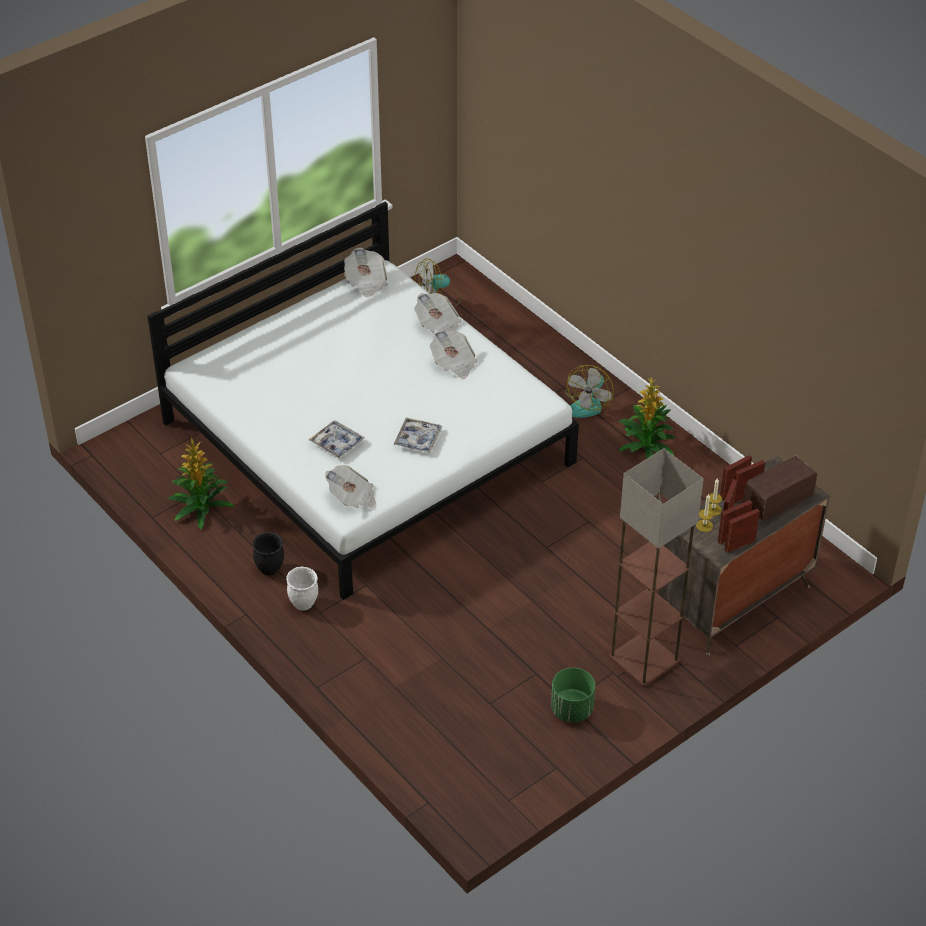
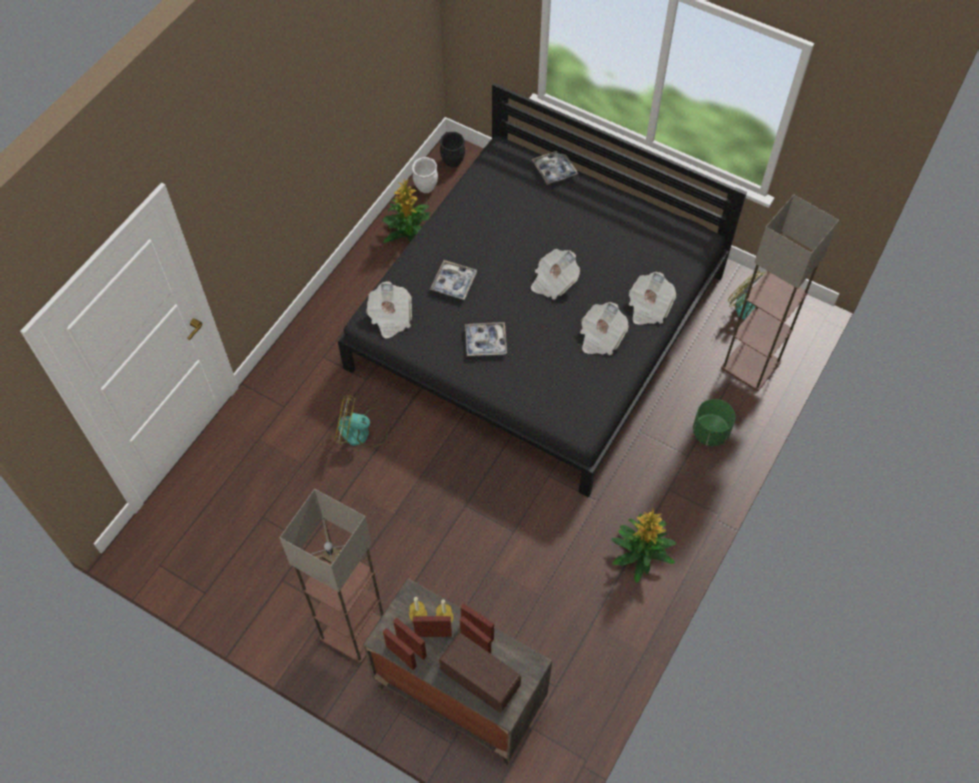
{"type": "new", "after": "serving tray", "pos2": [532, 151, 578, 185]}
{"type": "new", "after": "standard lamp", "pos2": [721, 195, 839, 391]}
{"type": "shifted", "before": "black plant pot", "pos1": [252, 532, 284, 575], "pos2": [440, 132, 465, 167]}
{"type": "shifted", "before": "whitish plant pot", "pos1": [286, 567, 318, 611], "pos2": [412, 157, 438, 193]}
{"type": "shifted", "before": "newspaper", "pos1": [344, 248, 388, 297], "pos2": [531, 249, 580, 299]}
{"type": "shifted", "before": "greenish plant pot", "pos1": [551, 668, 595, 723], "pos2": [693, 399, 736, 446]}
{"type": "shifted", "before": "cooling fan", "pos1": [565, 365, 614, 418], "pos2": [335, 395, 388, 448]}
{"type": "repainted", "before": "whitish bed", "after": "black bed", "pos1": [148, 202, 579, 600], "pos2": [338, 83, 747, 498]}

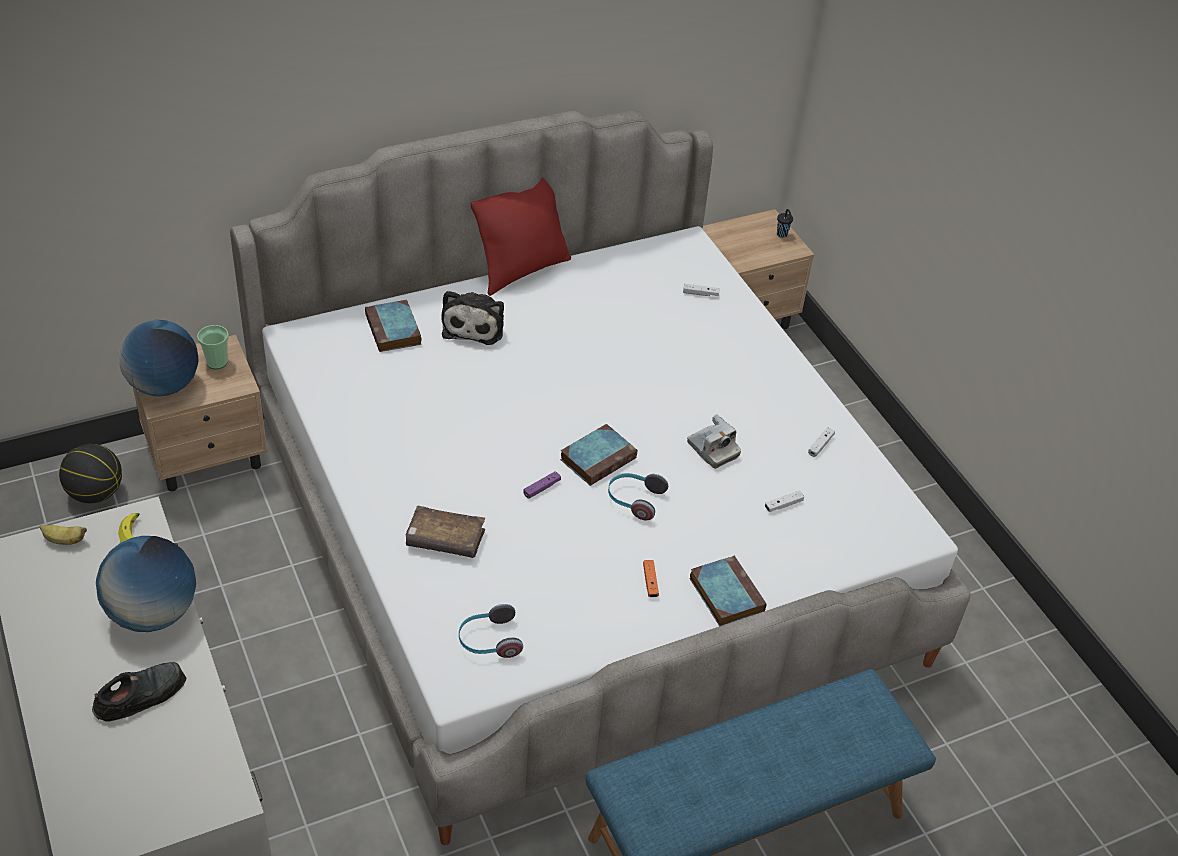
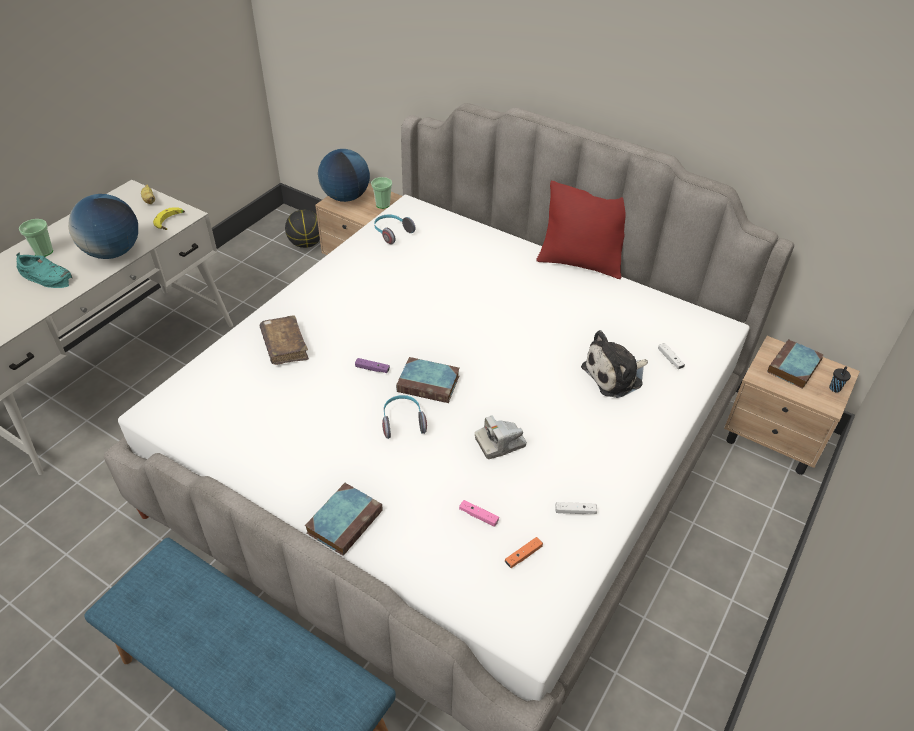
{"type": "new", "after": "drinking cup", "pos2": [19, 219, 53, 257]}
{"type": "shifted", "before": "book", "pos1": [365, 300, 422, 352], "pos2": [767, 339, 824, 389]}
{"type": "shifted", "before": "plush toy", "pos1": [441, 291, 504, 345], "pos2": [581, 330, 648, 398]}
{"type": "shifted", "before": "headset", "pos1": [459, 604, 523, 658], "pos2": [374, 214, 416, 244]}
{"type": "shifted", "before": "orange-coloured joypad", "pos1": [643, 560, 659, 597], "pos2": [505, 537, 543, 568]}
{"type": "repainted", "before": "black item of footwear", "after": "turquoise-coloured item of footwear", "pos1": [92, 662, 186, 721], "pos2": [16, 253, 73, 288]}
{"type": "repainted", "before": "whitish joypad", "after": "pinkish joypad", "pos1": [765, 491, 804, 512], "pos2": [459, 500, 499, 527]}
{"type": "rotated", "before": "still camera", "pos1": [687, 414, 741, 469], "pos2": [475, 415, 527, 459], "turn": 45}

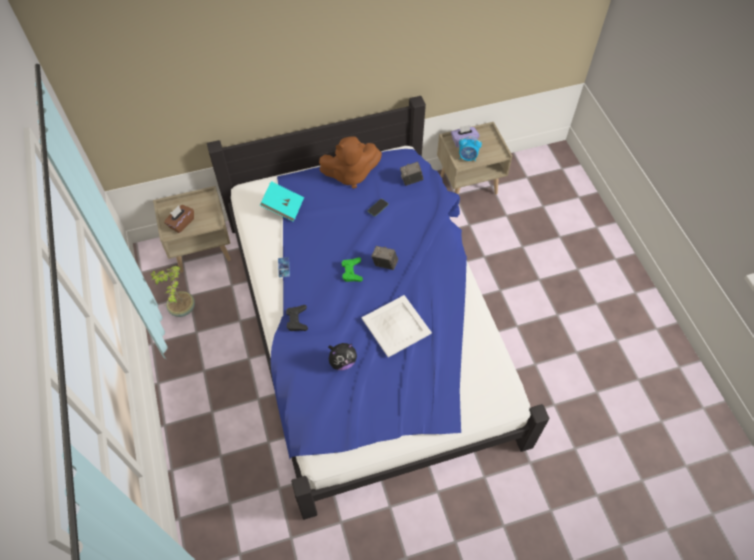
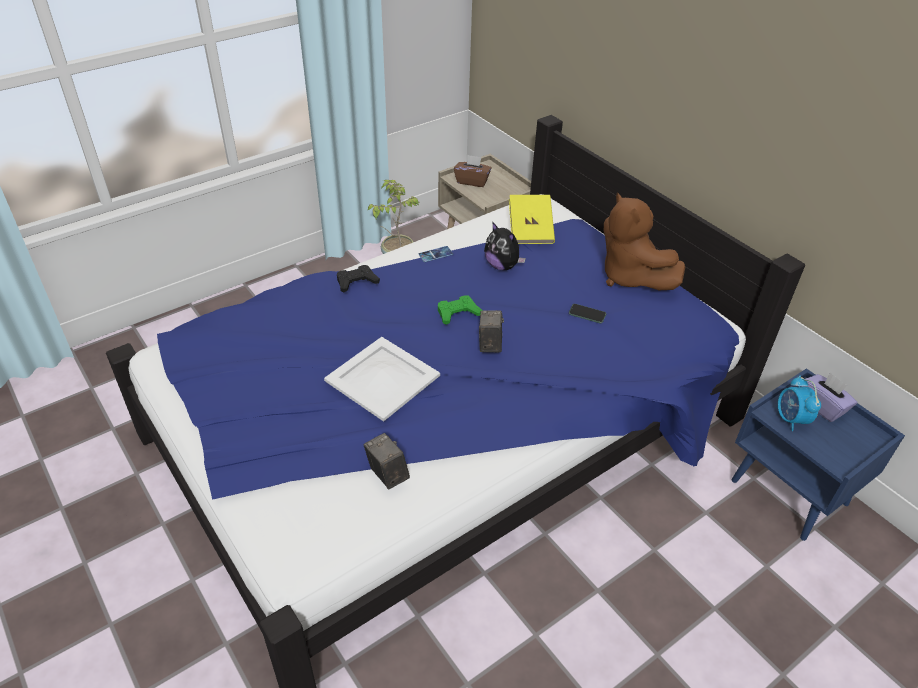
{"type": "shifted", "before": "plush toy", "pos1": [328, 343, 357, 370], "pos2": [484, 222, 526, 270]}
{"type": "shifted", "before": "still camera", "pos1": [400, 162, 423, 186], "pos2": [364, 433, 410, 489]}
{"type": "repainted", "before": "turquoise-coloured book", "after": "yellow-coloured book", "pos1": [260, 181, 304, 221], "pos2": [509, 195, 555, 244]}
{"type": "repainted", "before": "beige night table", "after": "blue night table", "pos1": [437, 122, 512, 195], "pos2": [732, 368, 905, 541]}

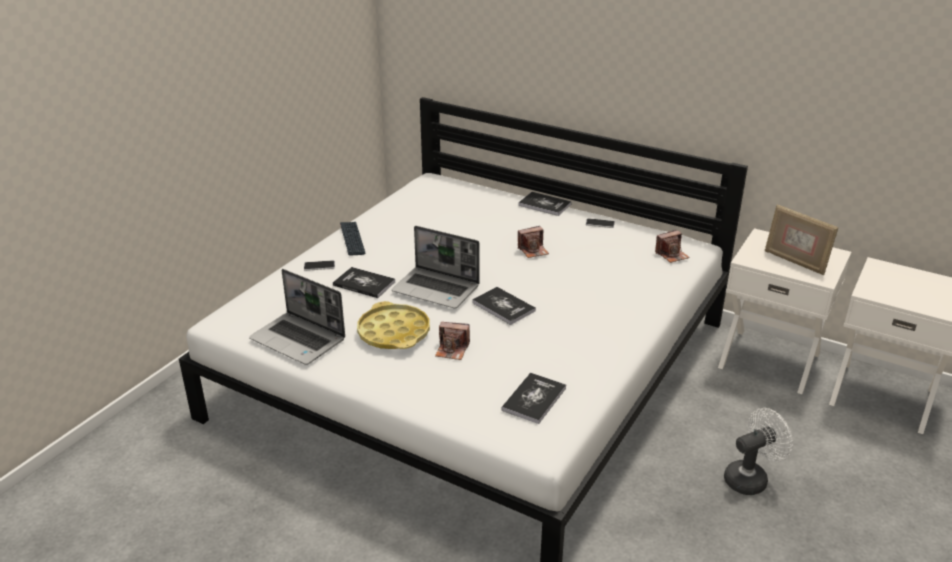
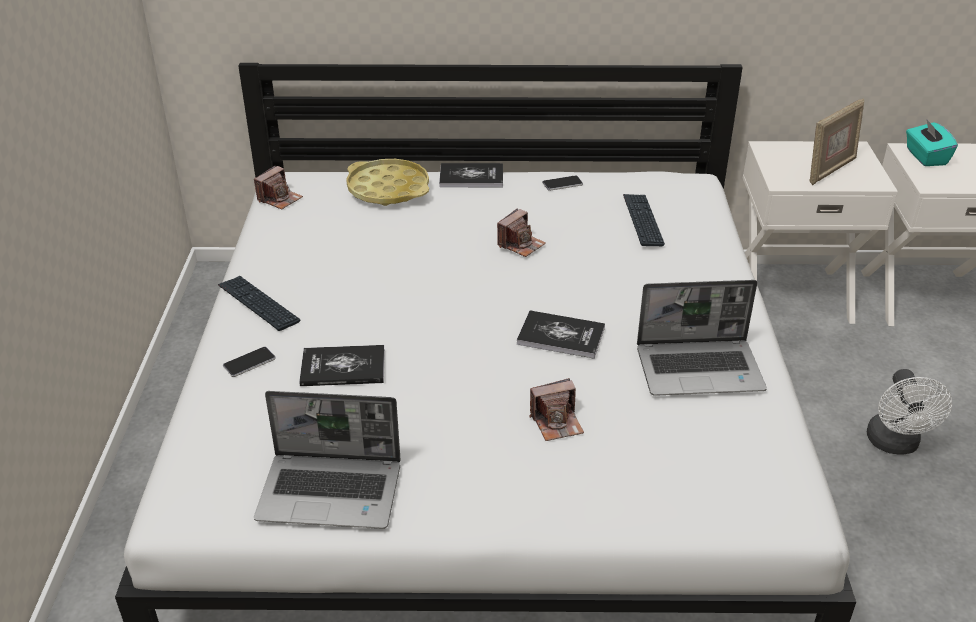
{"type": "gone", "before": "book", "pos1": [501, 373, 566, 424]}
{"type": "new", "after": "PC keyboard", "pos2": [623, 194, 665, 246]}
{"type": "new", "after": "turquoise-coloured tissue box", "pos2": [906, 120, 958, 166]}
{"type": "shifted", "before": "yellow-coloured serving tray", "pos1": [357, 301, 430, 349], "pos2": [346, 159, 429, 206]}
{"type": "shifted", "before": "portable computer", "pos1": [391, 226, 480, 309], "pos2": [637, 280, 767, 396]}
{"type": "shifted", "before": "still camera", "pos1": [655, 230, 690, 263], "pos2": [254, 166, 303, 209]}
{"type": "rotated", "before": "whitish cooling fan", "pos1": [724, 408, 793, 495], "pos2": [867, 369, 952, 455], "turn": 150}
{"type": "rotated", "before": "photo frame", "pos1": [765, 205, 838, 275], "pos2": [810, 98, 864, 185], "turn": -60}

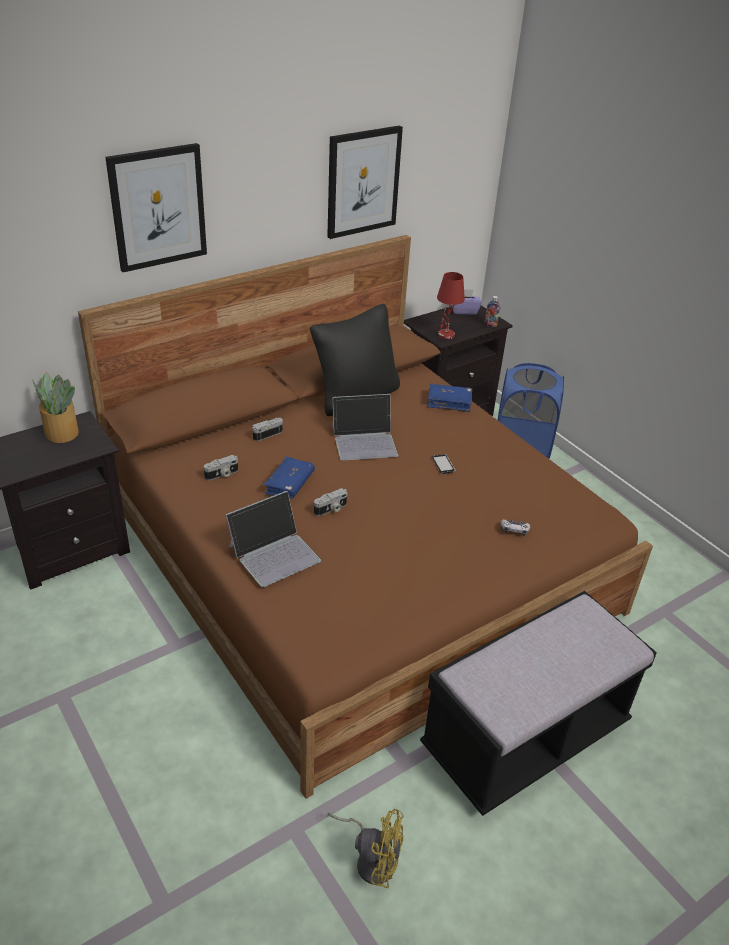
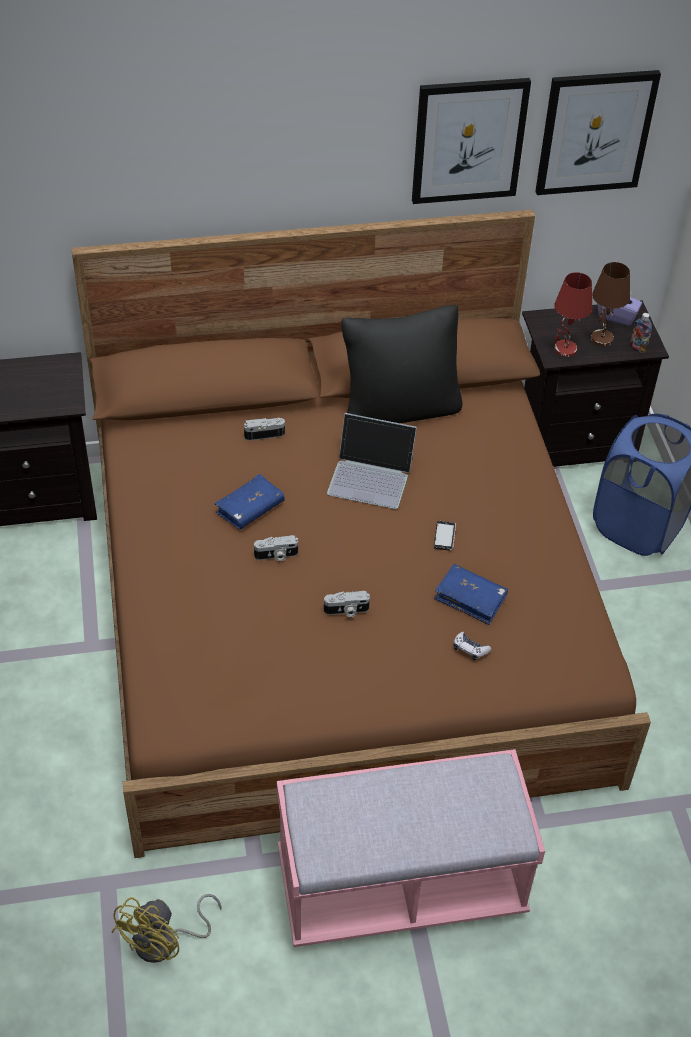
{"type": "gone", "before": "houseplant", "pos1": [32, 372, 79, 443]}
{"type": "gone", "before": "portable computer", "pos1": [225, 491, 321, 587]}
{"type": "new", "after": "brown table lamp", "pos2": [591, 262, 630, 346]}
{"type": "shifted", "before": "wall picture", "pos1": [105, 143, 207, 272], "pos2": [535, 70, 661, 195]}
{"type": "shifted", "before": "still camera", "pos1": [204, 455, 238, 480], "pos2": [324, 591, 370, 617]}
{"type": "shifted", "before": "blue book", "pos1": [427, 384, 472, 412], "pos2": [434, 564, 508, 625]}
{"type": "repainted", "before": "black long seat", "after": "pinkish long seat", "pos1": [420, 591, 657, 816], "pos2": [277, 749, 545, 947]}
{"type": "rotated", "before": "yellow-coloured cooling fan", "pos1": [328, 809, 404, 888], "pos2": [112, 894, 222, 963], "turn": 75}

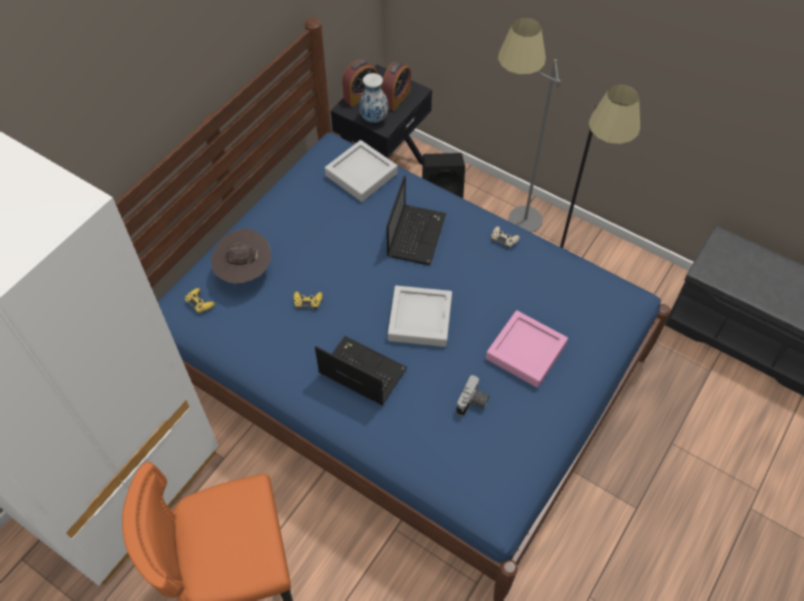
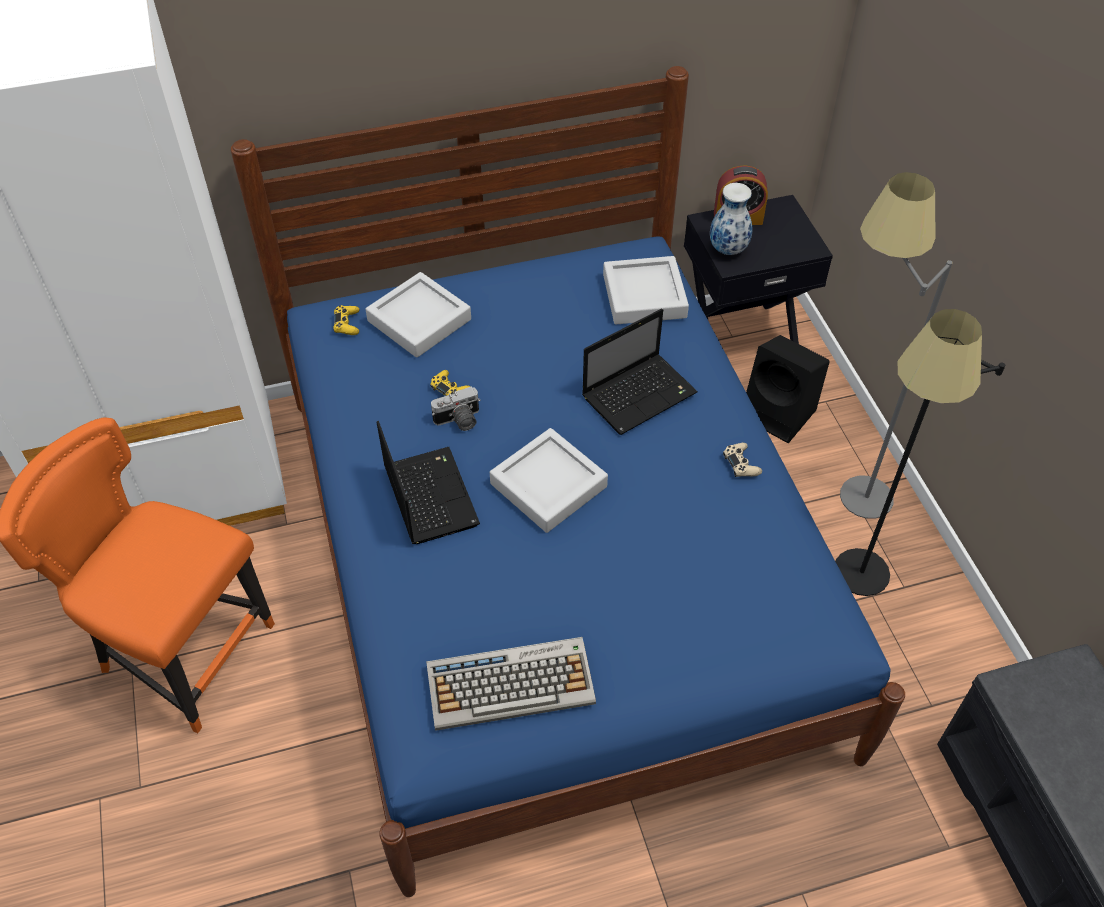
{"type": "gone", "before": "alarm clock", "pos1": [381, 62, 411, 111]}
{"type": "gone", "before": "pinkish serving tray", "pos1": [486, 310, 568, 388]}
{"type": "new", "after": "PC keyboard", "pos2": [426, 637, 596, 731]}
{"type": "shifted", "before": "still camera", "pos1": [456, 375, 490, 416], "pos2": [431, 386, 481, 431]}
{"type": "swapped", "before": "brown wearable hat", "after": "grey serving tray", "pos1": [211, 228, 271, 284], "pos2": [365, 272, 471, 358]}

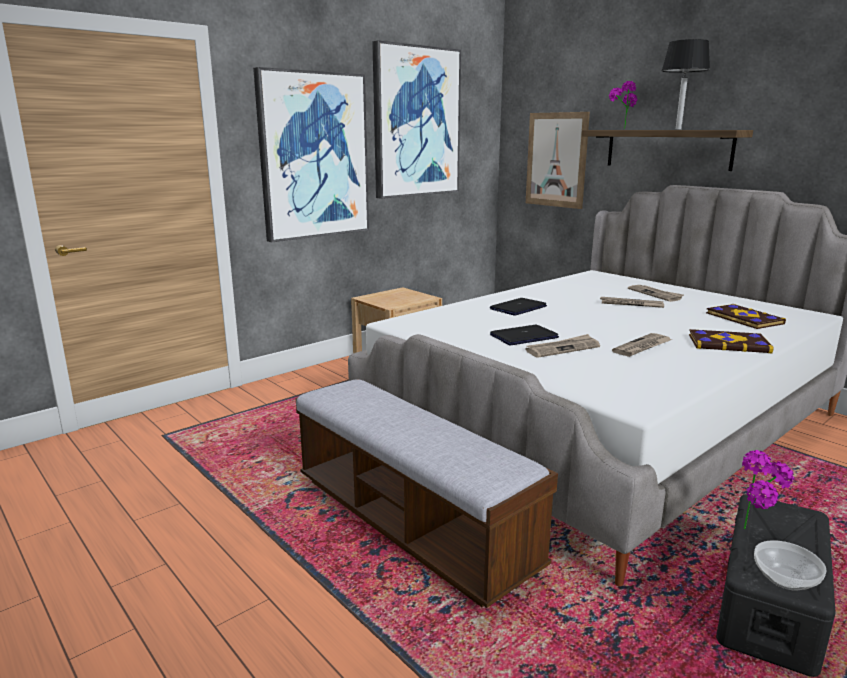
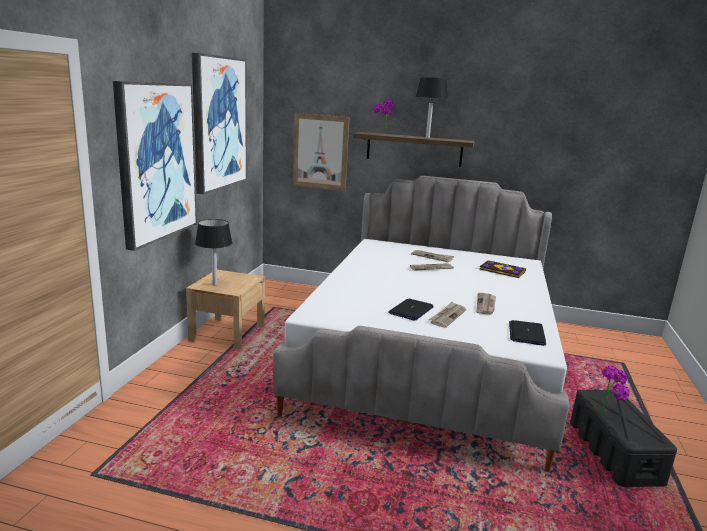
{"type": "gone", "before": "long seat", "pos1": [296, 379, 558, 608]}
{"type": "gone", "before": "book", "pos1": [689, 329, 773, 353]}
{"type": "gone", "before": "serving bowl", "pos1": [754, 540, 827, 591]}
{"type": "new", "after": "black table lamp", "pos2": [195, 219, 232, 286]}
{"type": "shifted", "before": "portable computer", "pos1": [490, 298, 547, 316], "pos2": [509, 320, 546, 346]}

